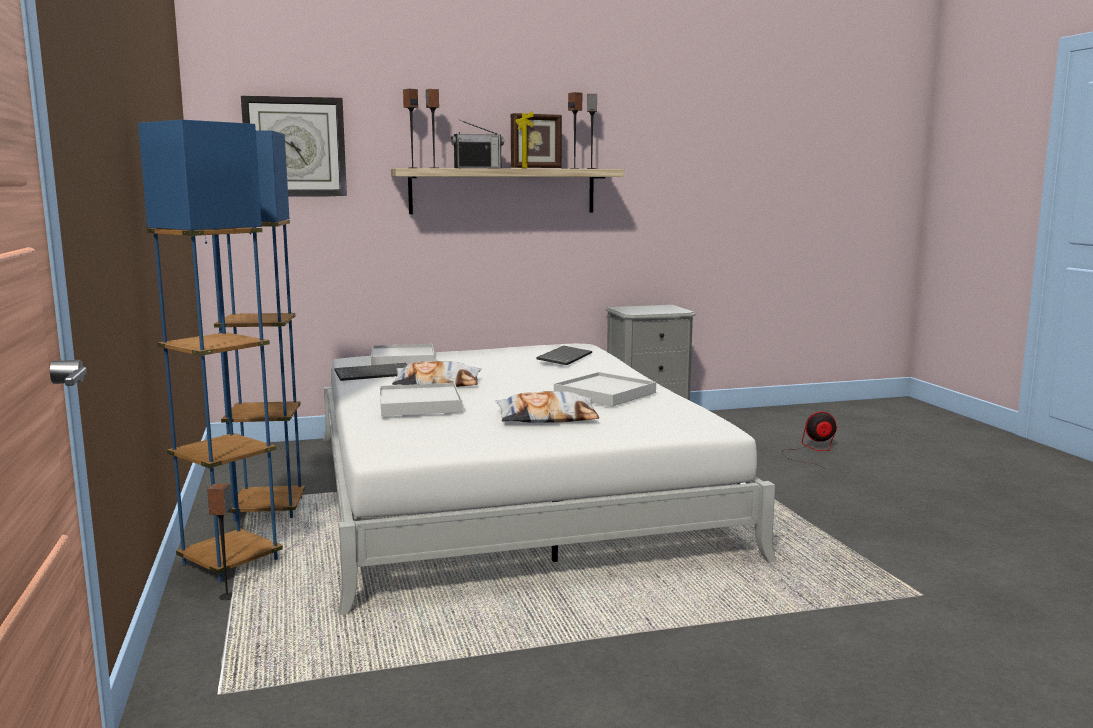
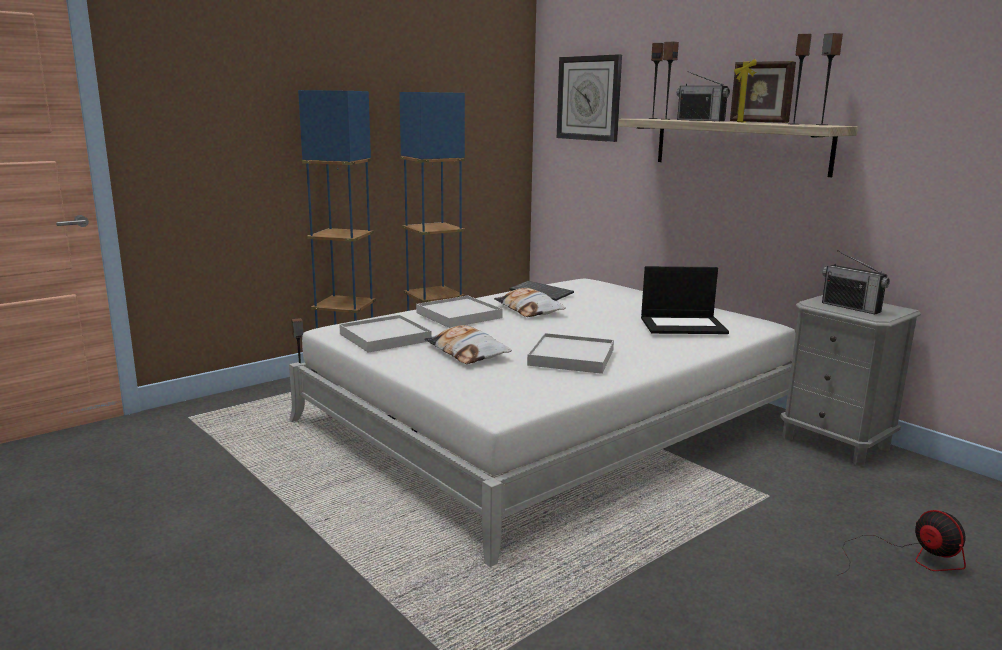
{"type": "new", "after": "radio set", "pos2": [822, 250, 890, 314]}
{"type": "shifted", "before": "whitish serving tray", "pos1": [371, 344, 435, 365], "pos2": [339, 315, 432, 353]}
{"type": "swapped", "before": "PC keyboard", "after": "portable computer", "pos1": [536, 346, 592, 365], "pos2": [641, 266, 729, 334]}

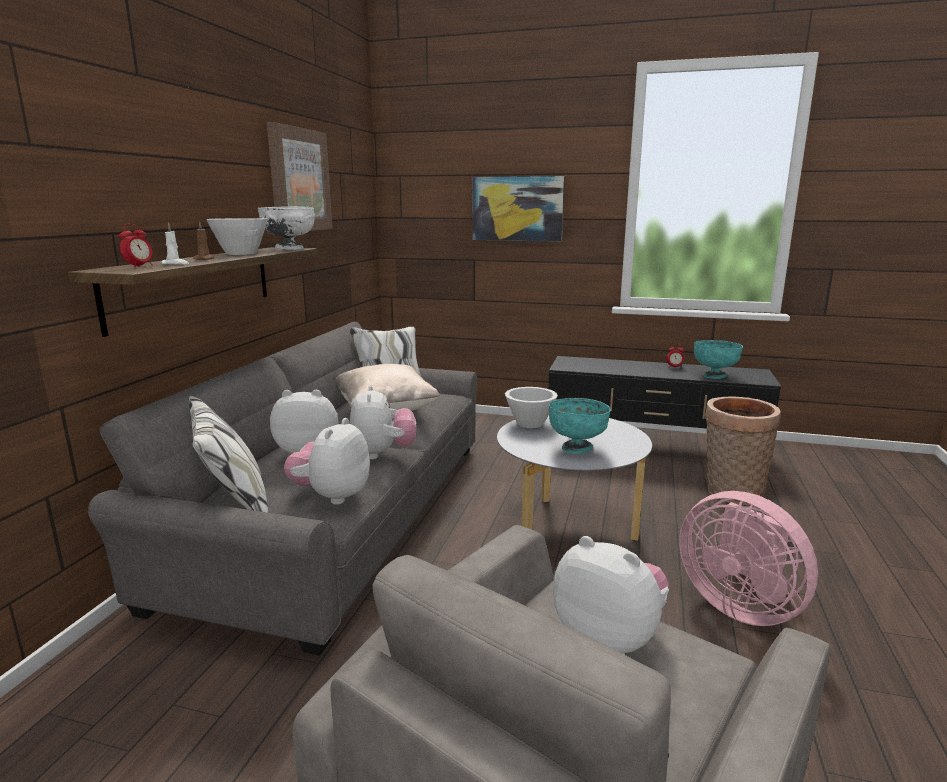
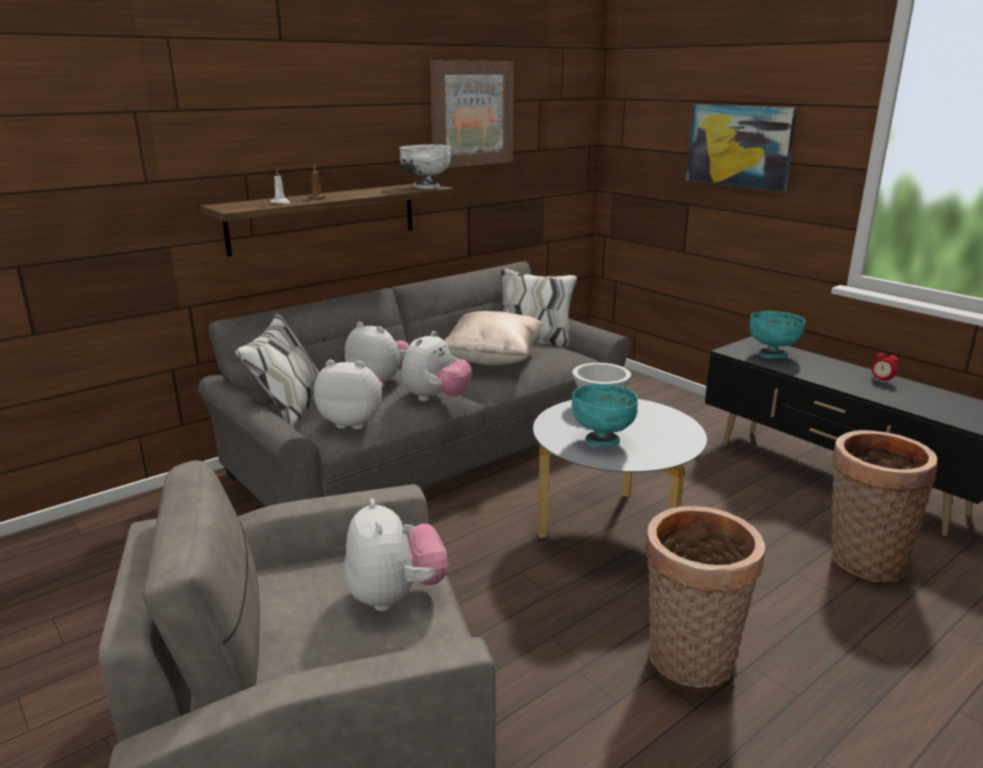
{"type": "gone", "before": "alarm clock", "pos1": [119, 223, 153, 267]}
{"type": "gone", "before": "whitish serving bowl", "pos1": [206, 218, 268, 255]}
{"type": "shifted", "before": "turquoise-coloured serving bowl", "pos1": [694, 340, 743, 379], "pos2": [749, 311, 805, 359]}
{"type": "swapped", "before": "pinkish cooling fan", "after": "household basket", "pos1": [679, 491, 818, 626], "pos2": [645, 506, 765, 688]}
{"type": "rotated", "before": "plush toy", "pos1": [284, 418, 370, 505], "pos2": [314, 360, 382, 429], "turn": 45}

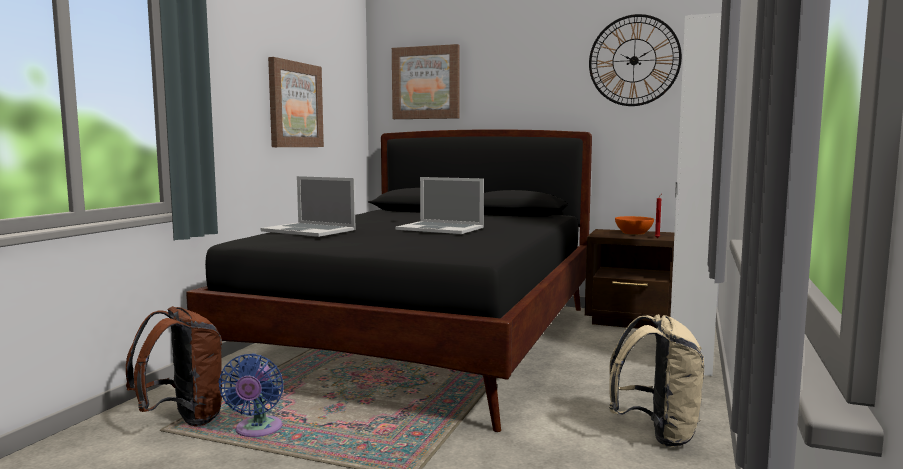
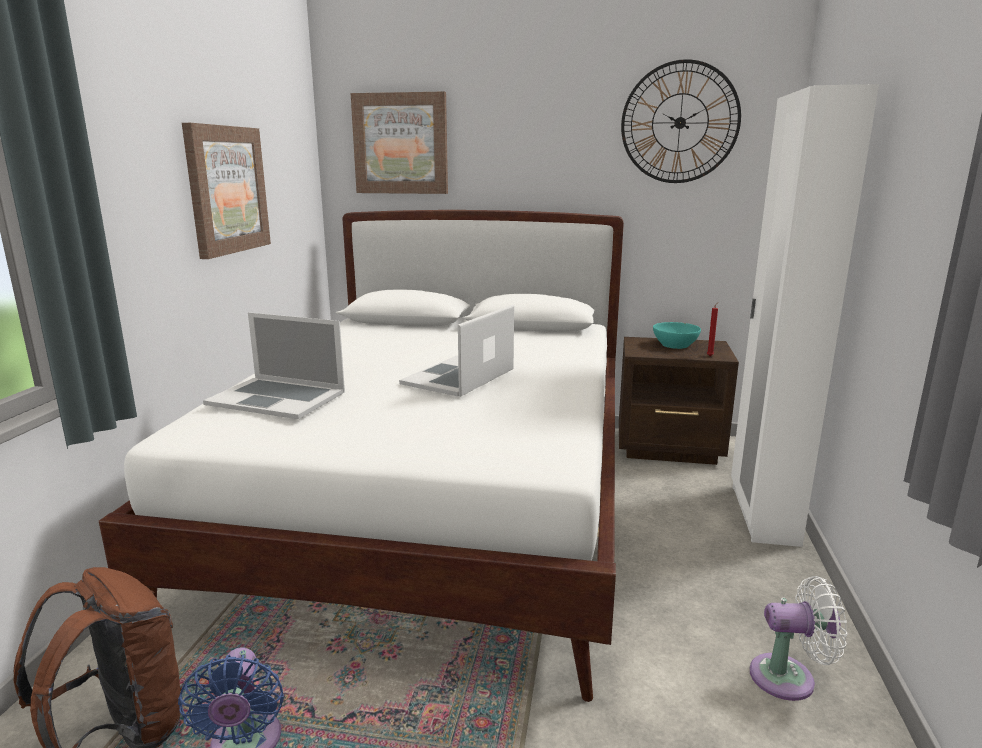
{"type": "swapped", "before": "beige rucksack", "after": "whitish cooling fan", "pos1": [609, 314, 704, 447], "pos2": [750, 576, 847, 701]}
{"type": "repainted", "before": "black bed", "after": "whitish bed", "pos1": [186, 129, 592, 432], "pos2": [99, 210, 624, 702]}
{"type": "repainted", "before": "orange-coloured serving bowl", "after": "turquoise-coloured serving bowl", "pos1": [615, 216, 654, 235], "pos2": [653, 322, 701, 349]}
{"type": "rotated", "before": "portable computer", "pos1": [396, 177, 484, 234], "pos2": [399, 305, 514, 397], "turn": 105}

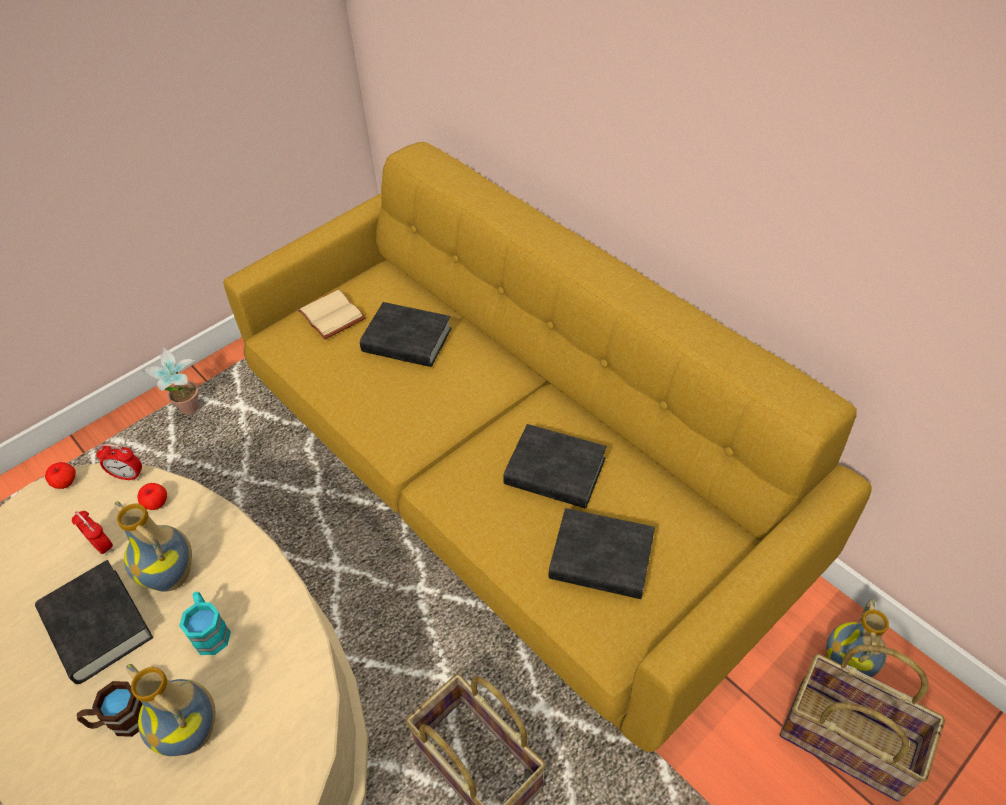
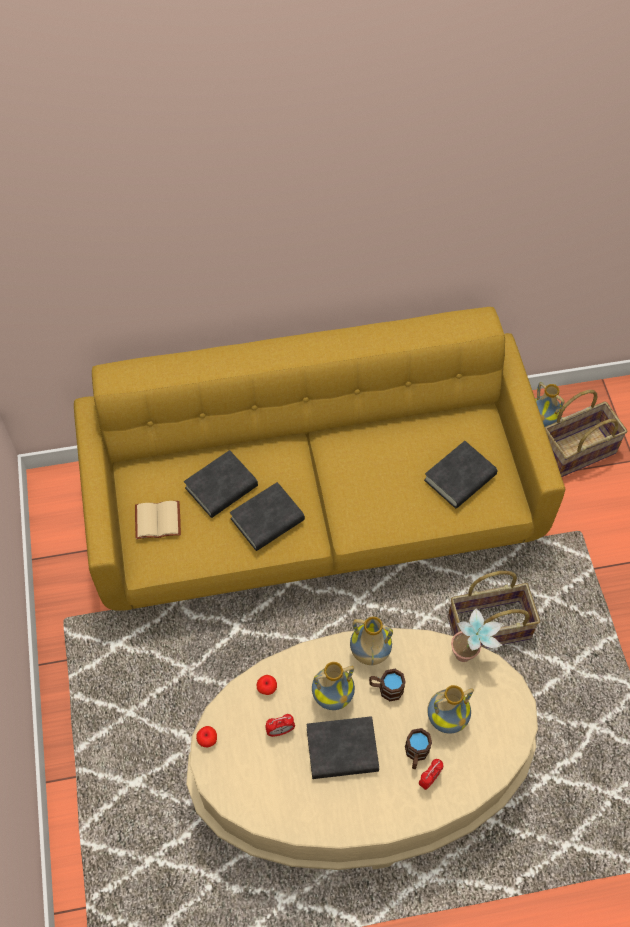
{"type": "new", "after": "flower vase", "pos2": [350, 617, 393, 665]}
{"type": "shifted", "before": "alarm clock", "pos1": [96, 444, 142, 480], "pos2": [419, 759, 443, 790]}
{"type": "shifted", "before": "houseplant", "pos1": [141, 347, 199, 415], "pos2": [451, 609, 504, 662]}
{"type": "shifted", "before": "black book", "pos1": [503, 424, 607, 508], "pos2": [230, 482, 305, 551]}
{"type": "repainted", "before": "turquoise-coloured coffee mug", "after": "brown coffee mug", "pos1": [179, 592, 231, 655], "pos2": [369, 669, 406, 701]}

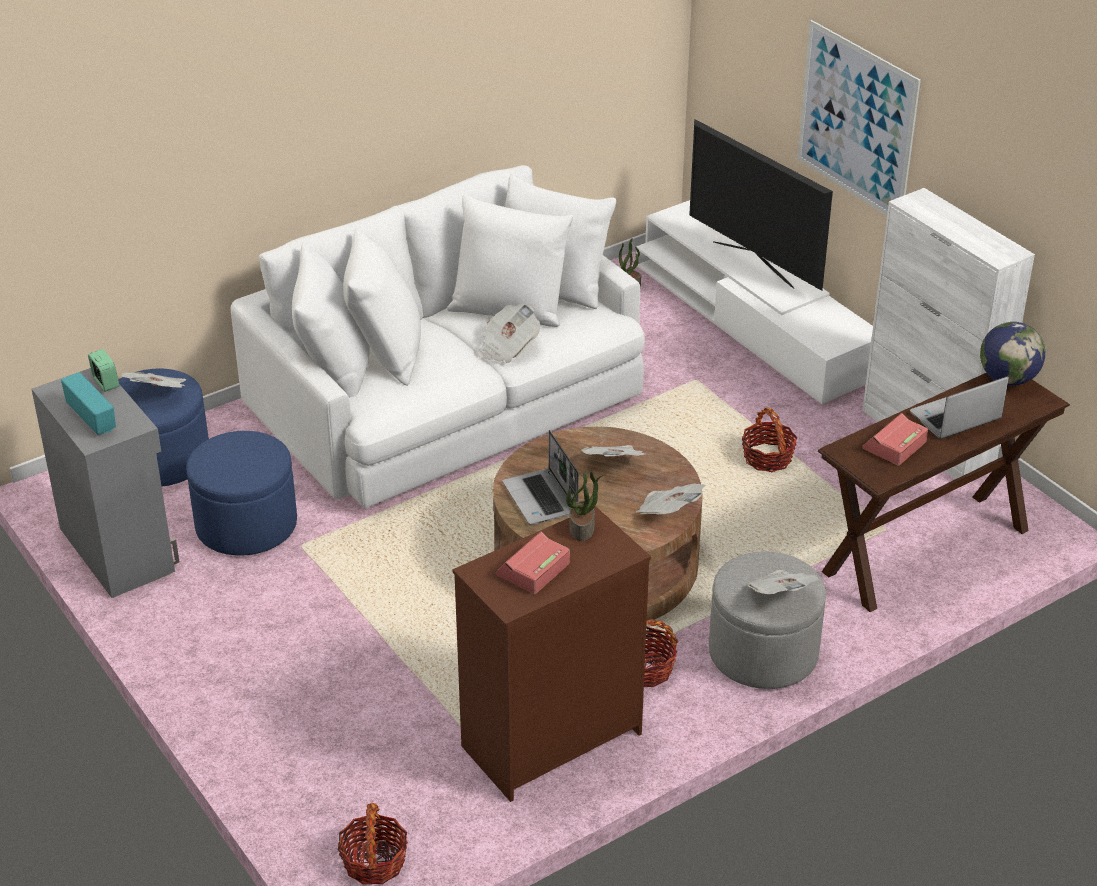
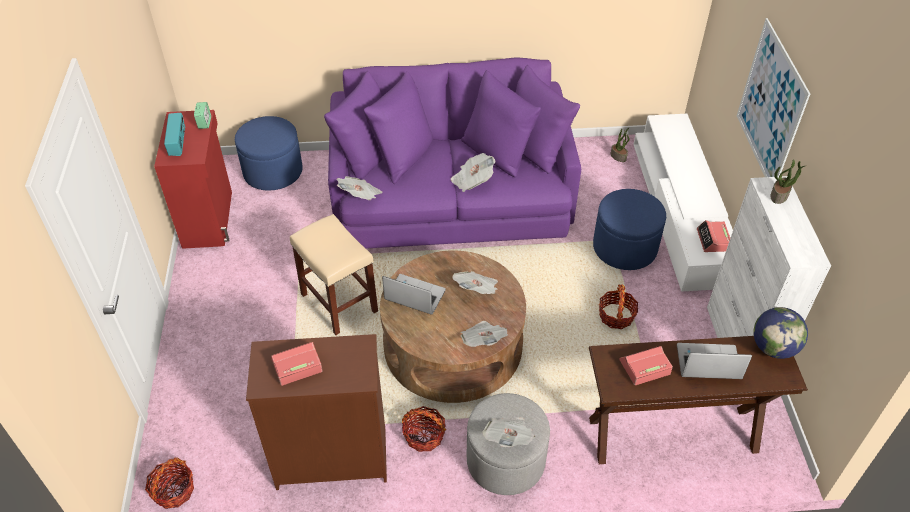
{"type": "gone", "before": "TV set", "pos1": [689, 119, 833, 291]}
{"type": "new", "after": "beige stool", "pos2": [290, 214, 378, 335]}
{"type": "new", "after": "alarm clock", "pos2": [697, 220, 730, 252]}
{"type": "shifted", "before": "newspaper", "pos1": [121, 372, 186, 388], "pos2": [337, 176, 383, 200]}
{"type": "shifted", "before": "blue pouffe", "pos1": [186, 431, 297, 556], "pos2": [593, 189, 666, 270]}
{"type": "shifted", "before": "houseplant", "pos1": [566, 472, 603, 541], "pos2": [770, 159, 805, 204]}
{"type": "repainted", "before": "grey cabinet", "after": "reddish cabinet", "pos1": [32, 368, 180, 598], "pos2": [154, 110, 232, 249]}
{"type": "repainted", "before": "whitish couch", "after": "purple-coloured couch", "pos1": [231, 165, 645, 509], "pos2": [324, 57, 581, 249]}
{"type": "rotated", "before": "portable computer", "pos1": [502, 430, 579, 525], "pos2": [382, 274, 446, 315], "turn": 105}

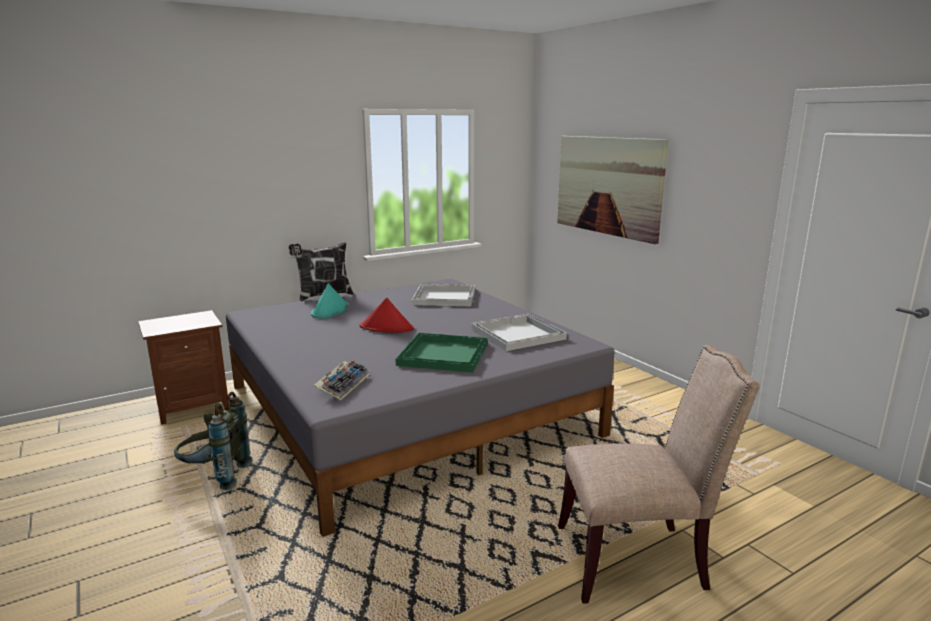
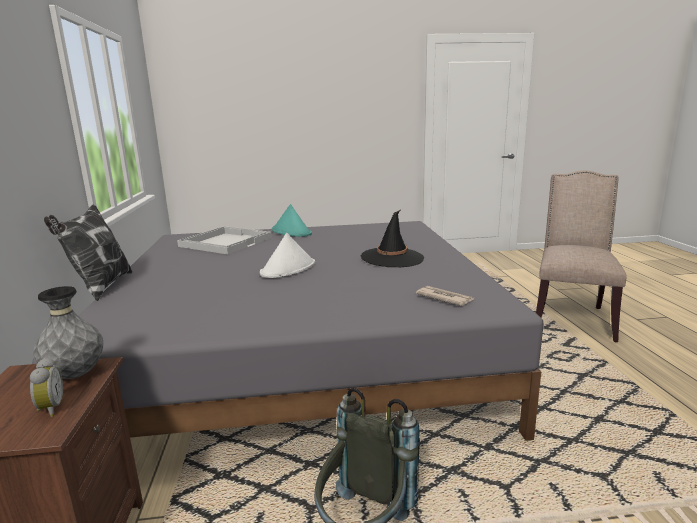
{"type": "gone", "before": "whitish serving tray", "pos1": [471, 314, 567, 351]}
{"type": "gone", "before": "wall picture", "pos1": [557, 136, 668, 244]}
{"type": "new", "after": "alarm clock", "pos2": [30, 357, 63, 417]}
{"type": "new", "after": "grey flower vase", "pos2": [34, 286, 103, 379]}
{"type": "shifted", "before": "turquoise-coloured wearable hat", "pos1": [311, 283, 349, 318], "pos2": [271, 204, 312, 237]}
{"type": "swapped", "before": "PC keyboard", "after": "newspaper", "pos1": [314, 360, 370, 400], "pos2": [416, 286, 474, 306]}
{"type": "swapped", "before": "greenish serving tray", "after": "black wearable hat", "pos1": [395, 333, 488, 373], "pos2": [361, 210, 424, 267]}
{"type": "repainted", "before": "reddish wearable hat", "after": "whitish wearable hat", "pos1": [359, 298, 414, 333], "pos2": [260, 233, 315, 278]}

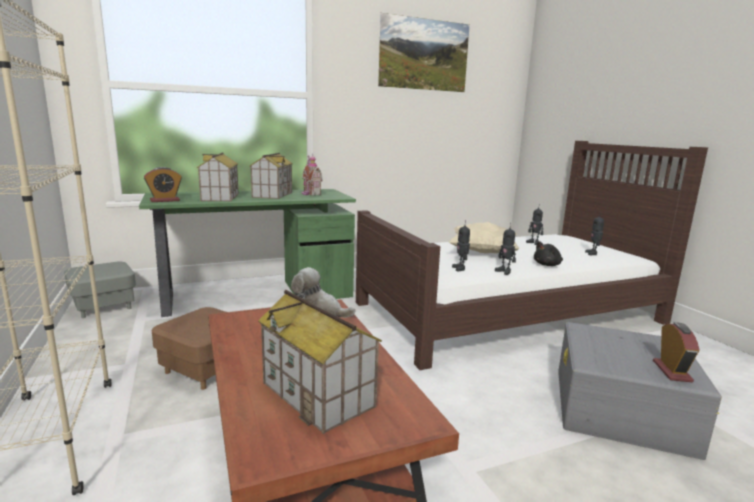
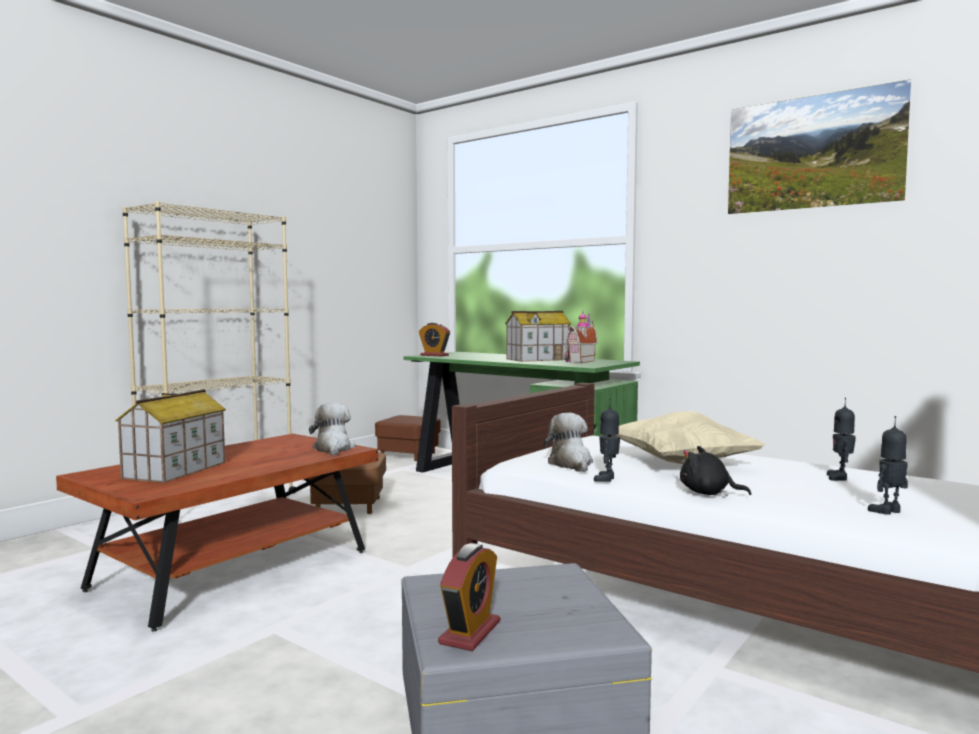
{"type": "gone", "before": "miniature house", "pos1": [197, 152, 239, 201]}
{"type": "swapped", "before": "model robot", "after": "plush toy", "pos1": [452, 220, 470, 272], "pos2": [544, 413, 593, 472]}
{"type": "repainted", "before": "grey pouffe", "after": "brown pouffe", "pos1": [64, 261, 136, 318], "pos2": [375, 415, 440, 461]}
{"type": "rotated", "before": "alarm clock", "pos1": [653, 322, 700, 382], "pos2": [438, 543, 500, 651], "turn": -45}

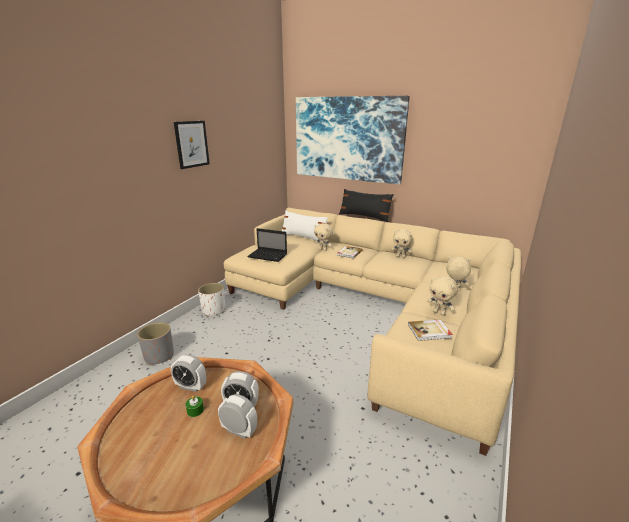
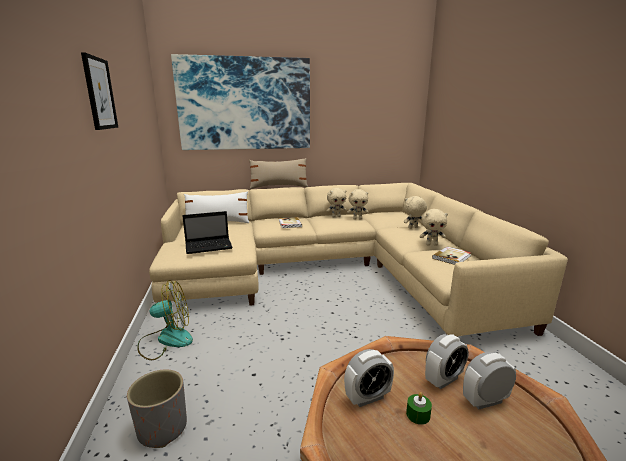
{"type": "shifted", "before": "beige plush toy", "pos1": [314, 223, 333, 251], "pos2": [347, 189, 368, 220]}
{"type": "swapped", "before": "whitish plant pot", "after": "cooling fan", "pos1": [198, 283, 225, 316], "pos2": [137, 280, 193, 360]}
{"type": "repainted", "before": "black pillow", "after": "beige pillow", "pos1": [339, 189, 394, 222], "pos2": [249, 158, 308, 189]}

